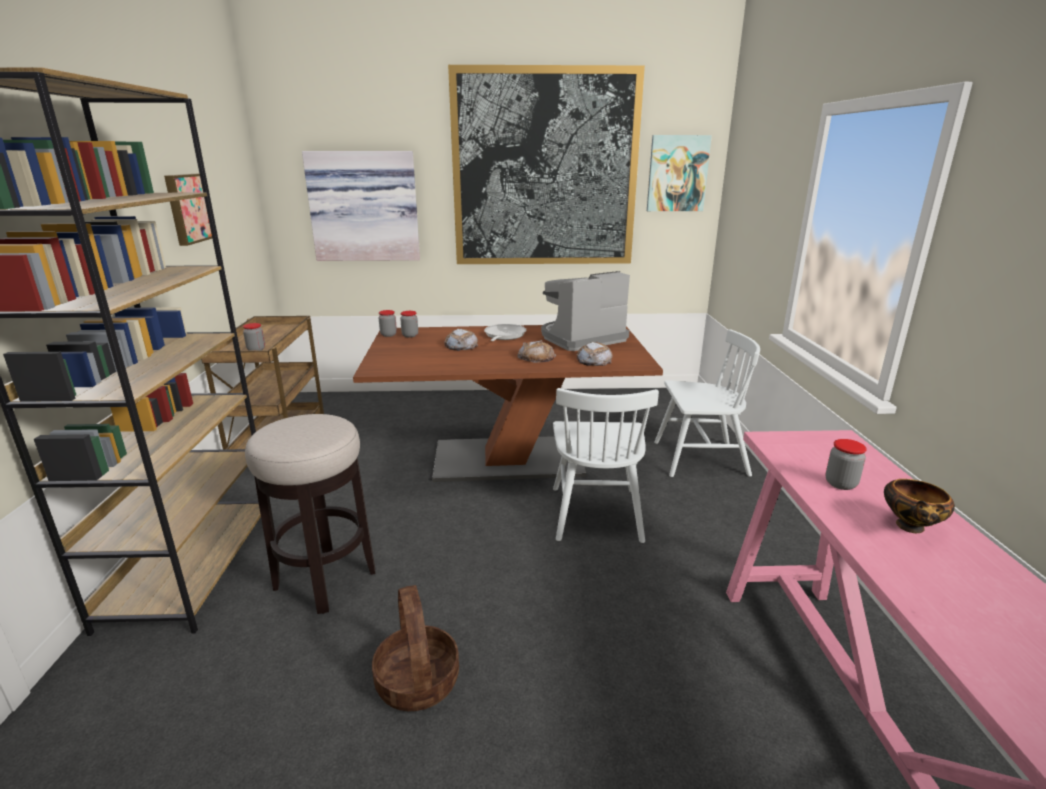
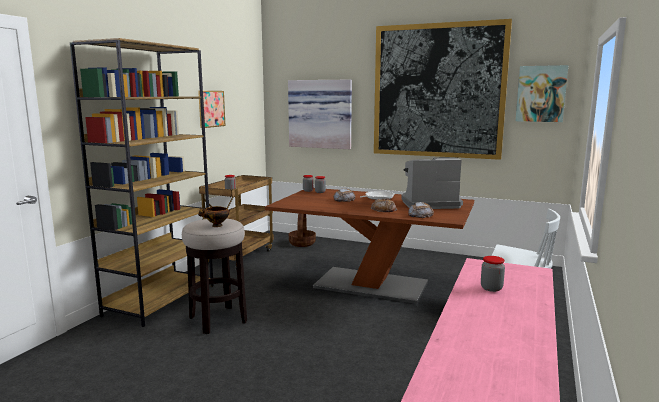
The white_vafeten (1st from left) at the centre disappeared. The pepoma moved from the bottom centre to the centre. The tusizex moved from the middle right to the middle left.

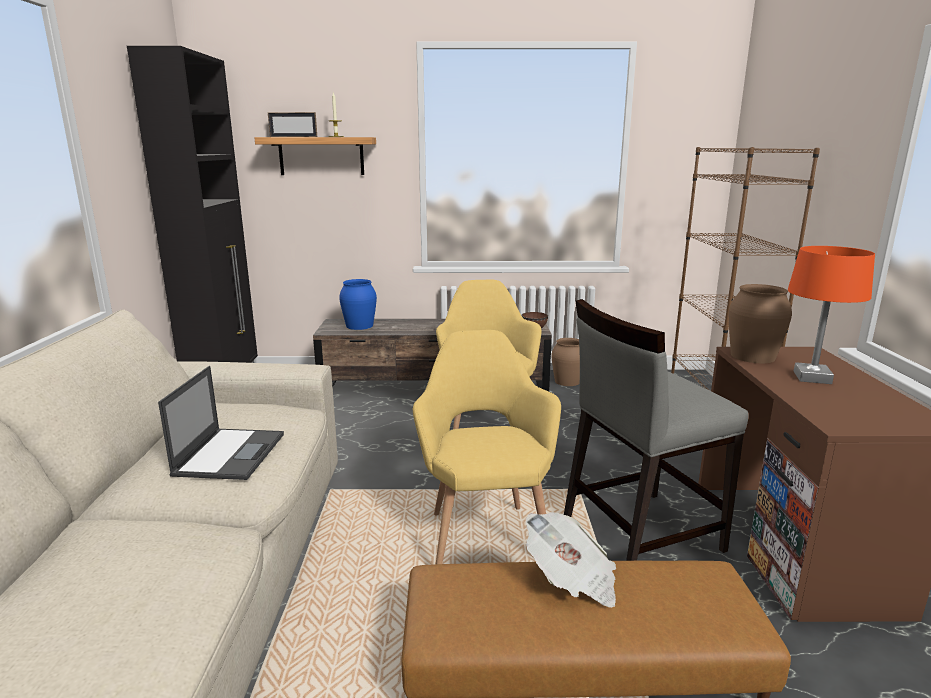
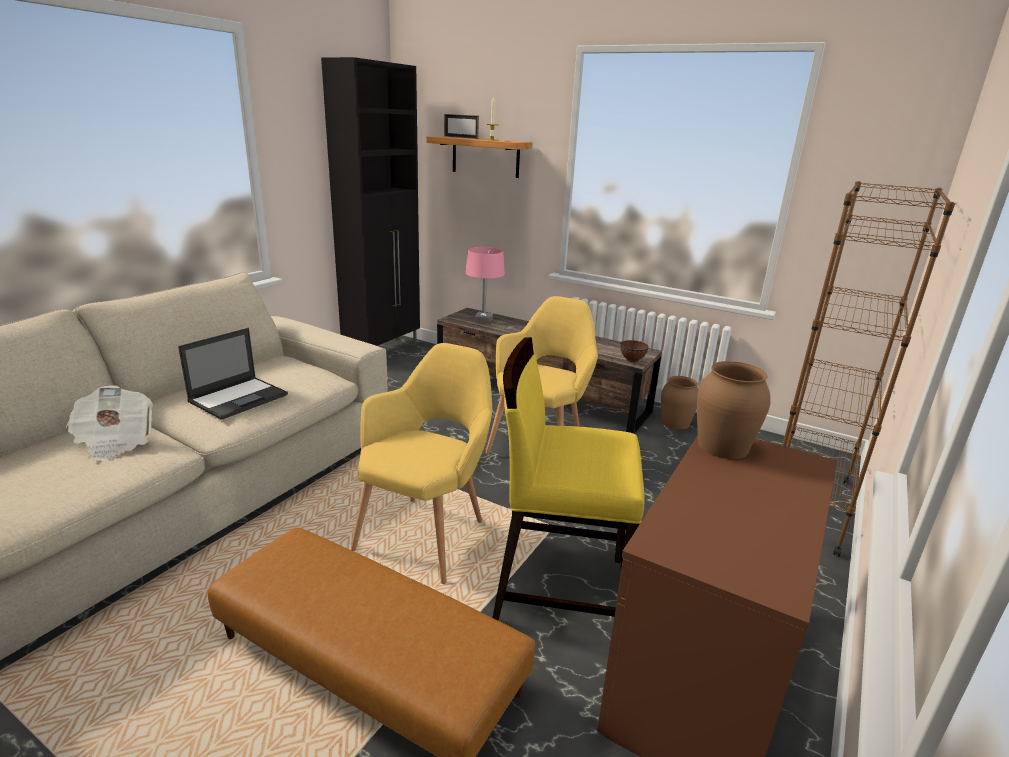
The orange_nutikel at the middle right disappeared. The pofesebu moved from the bottom centre to the middle left. The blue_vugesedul at the centre was replaced by the pink_nutikel at the centre. The grey_vafeten at the middle right became the yellow_vafeten at the centre.

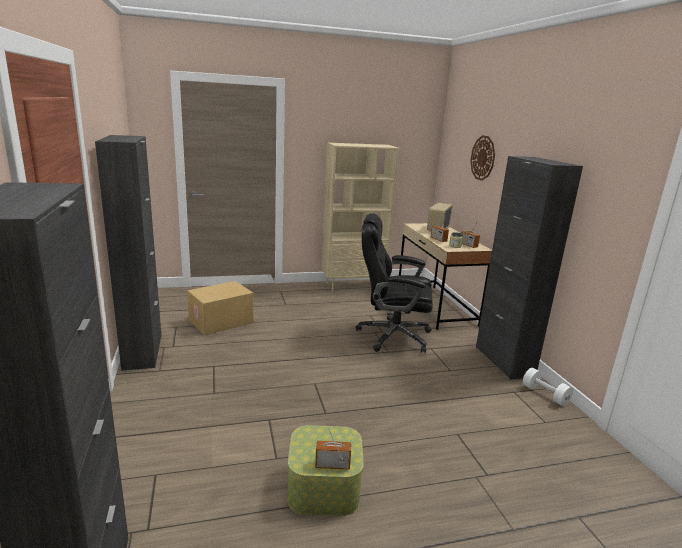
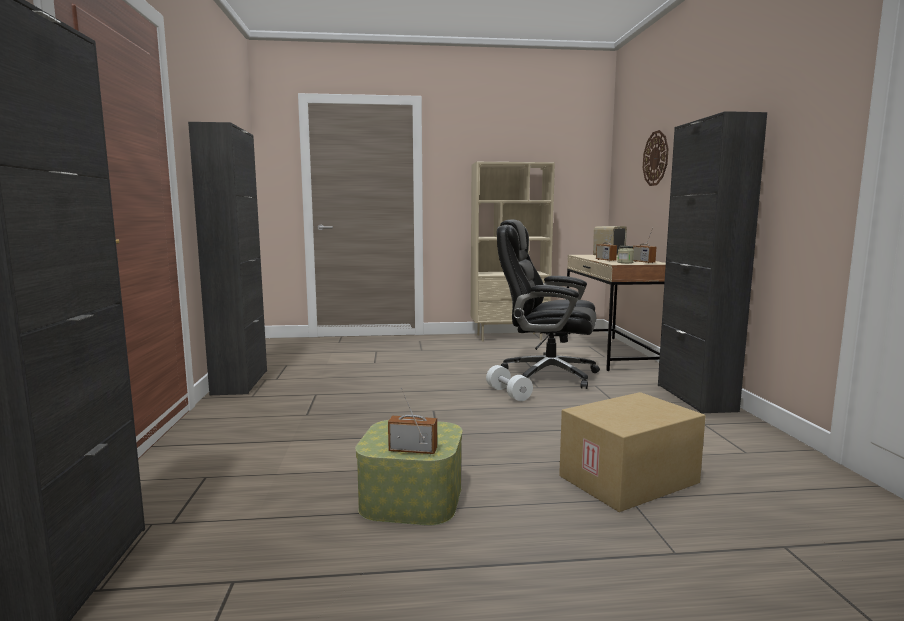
The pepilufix moved from the middle left to the bottom right. The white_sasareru moved from the bottom right to the centre.

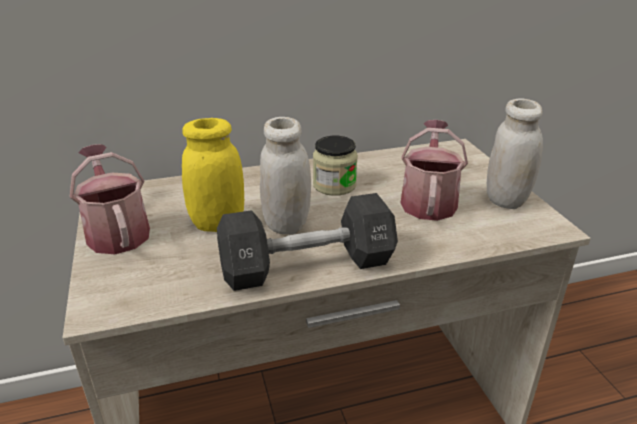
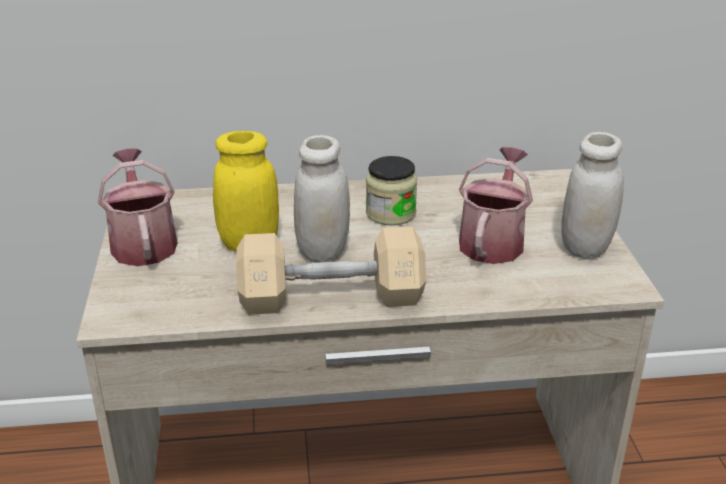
The black_sasareru at the centre became the beige_sasareru at the centre.

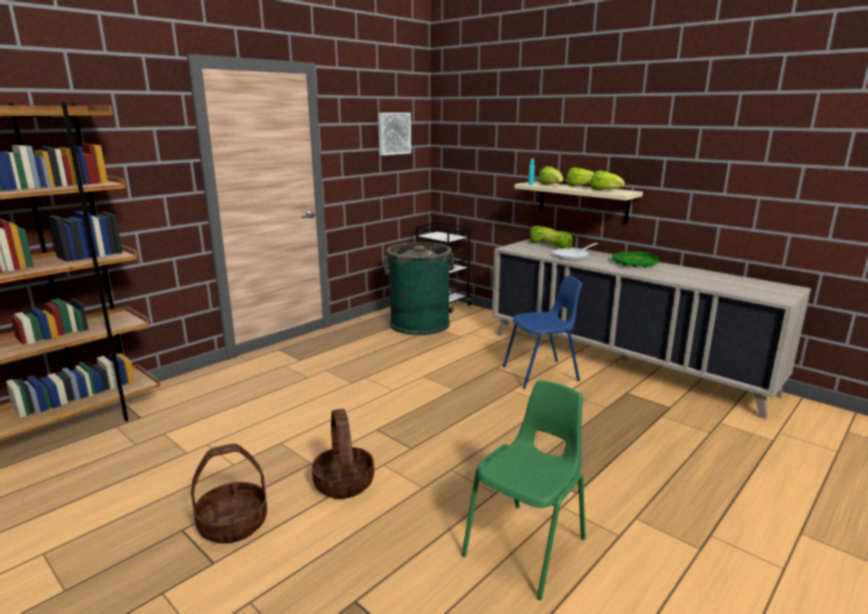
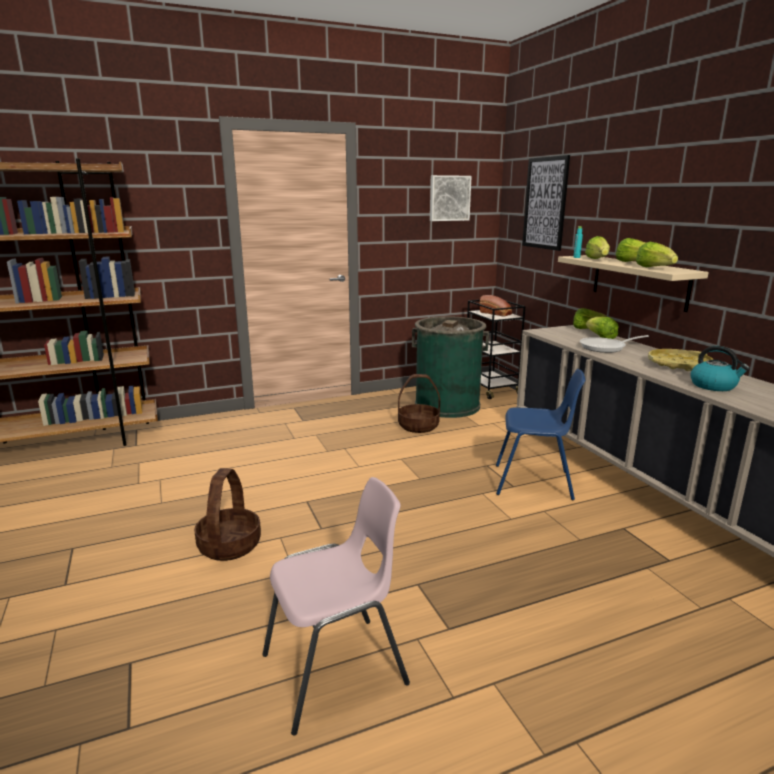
The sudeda at the centre appeared. The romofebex (2nd from left) at the top right appeared. The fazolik at the middle right appeared. The pepoma (1st from left in the first image) moved from the bottom left to the centre. The green_vafeten at the bottom centre became the pink_vafeten at the bottom centre. The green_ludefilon at the middle right became the yellow_ludefilon at the middle right.

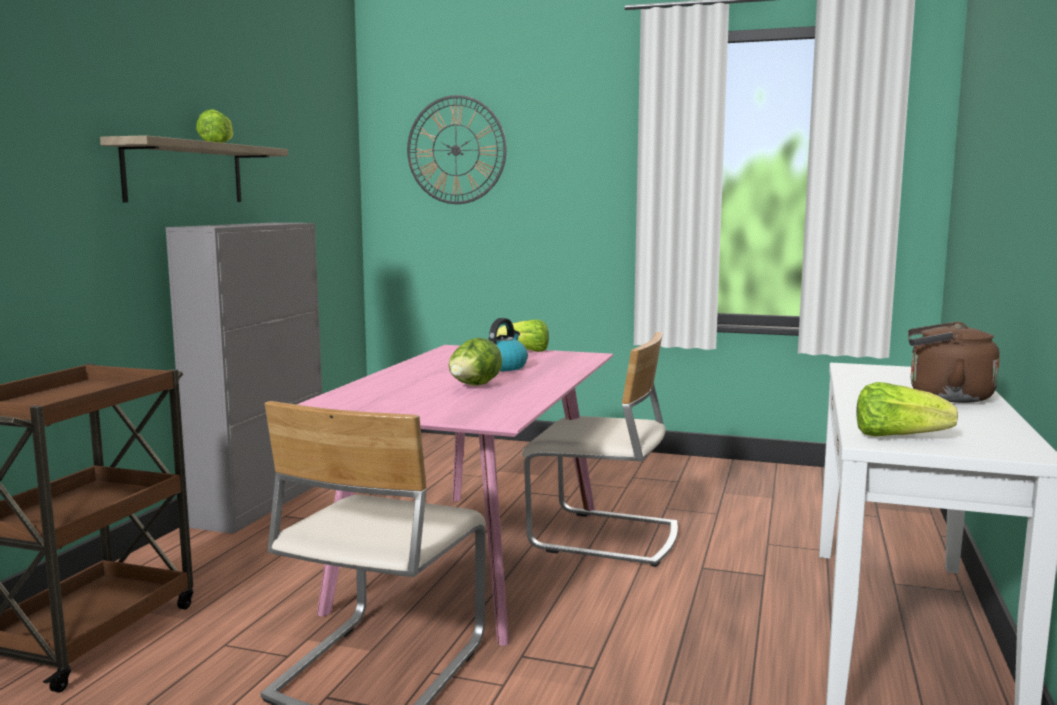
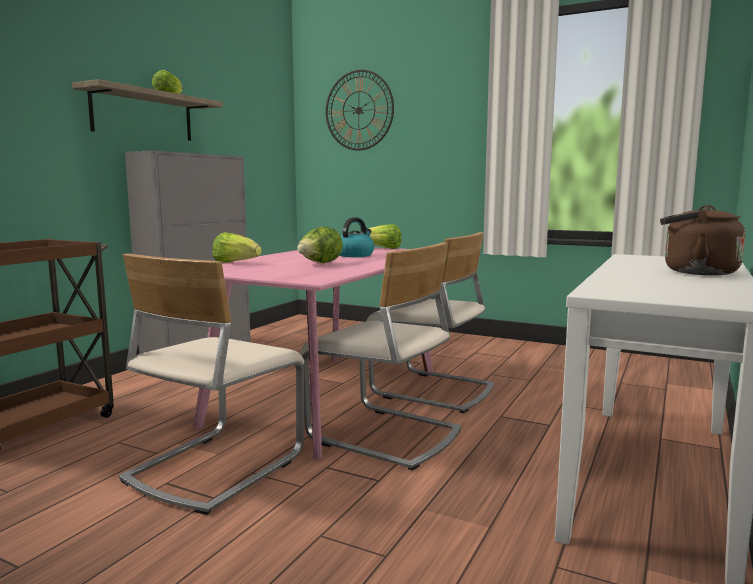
The beige_vafeten (2nd from left) at the centre appeared. The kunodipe (4th from left in the first image) moved from the middle right to the middle left.

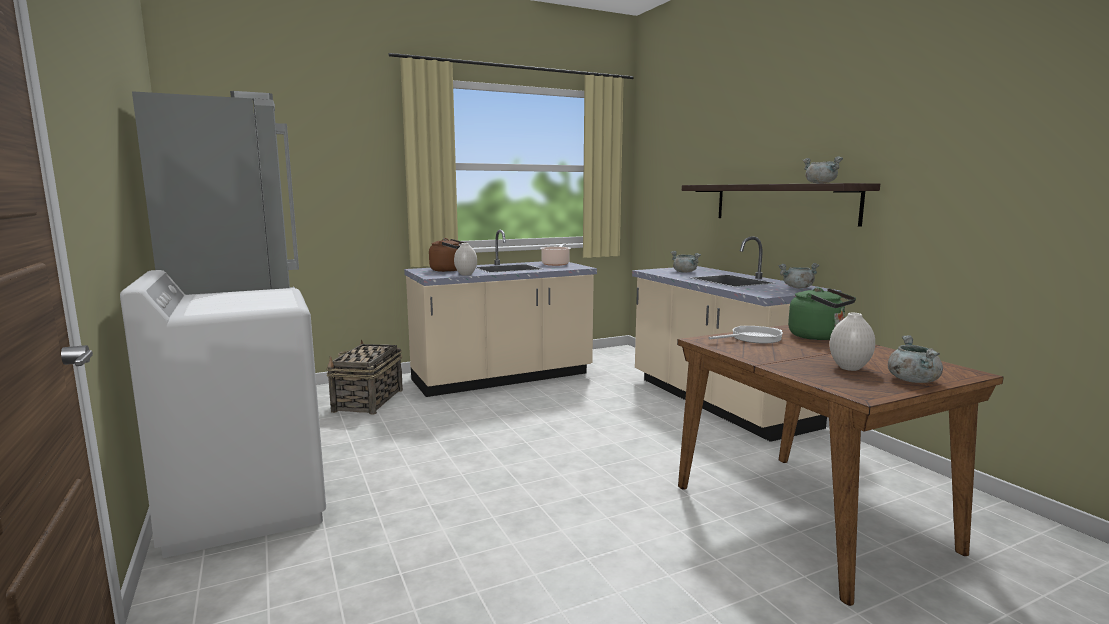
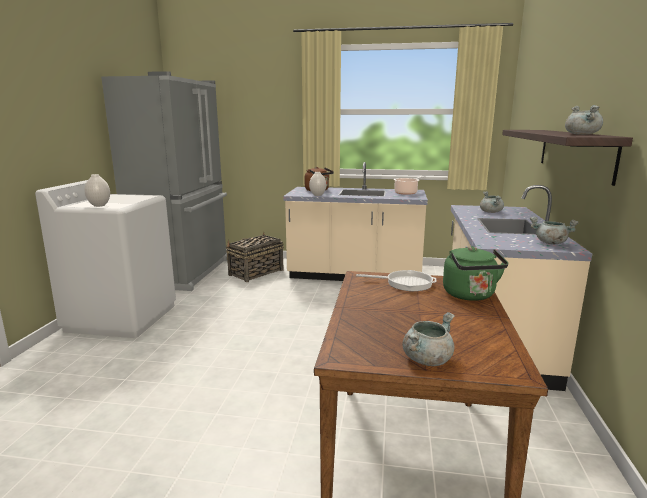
The white_vugesedul (2nd from left in the first image) moved from the middle right to the middle left.

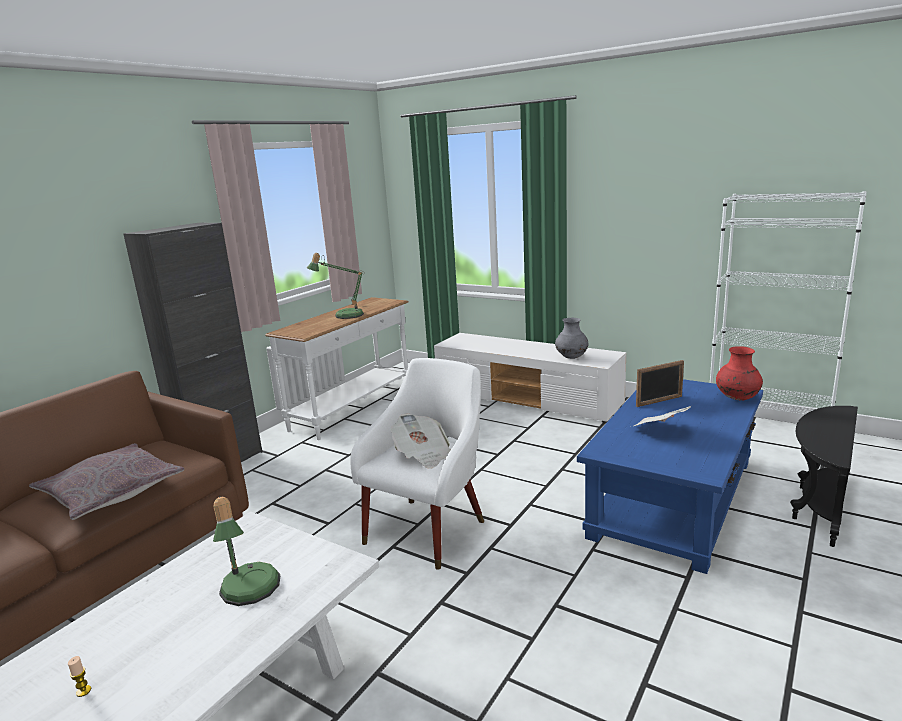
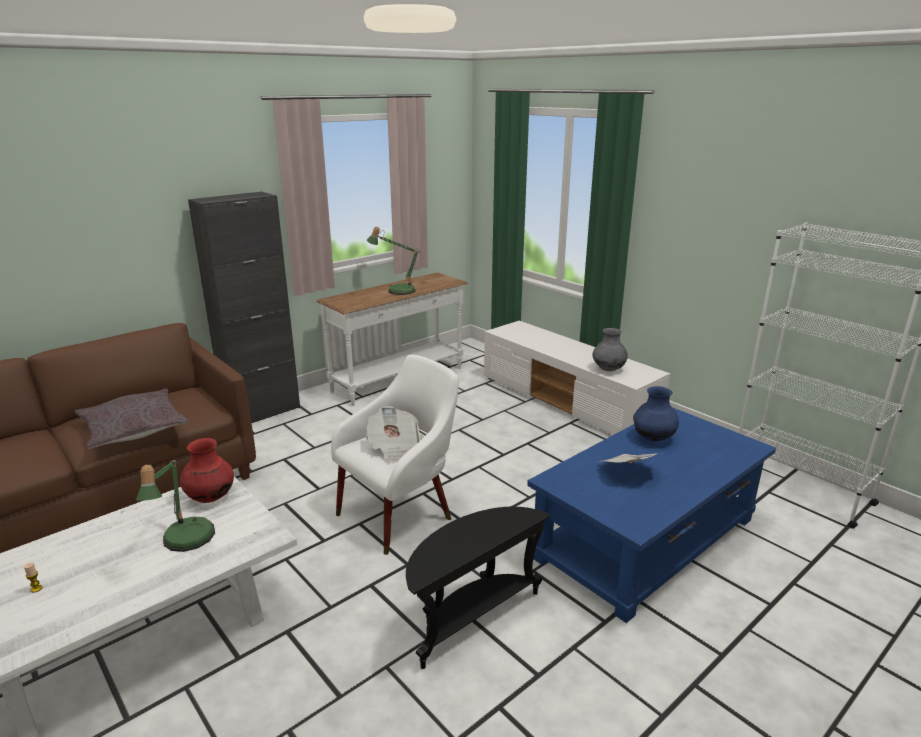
The red_vugesedul moved from the middle right to the middle left. The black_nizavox moved from the middle right to the bottom centre. The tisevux at the middle right was replaced by the blue_vugesedul at the middle right.

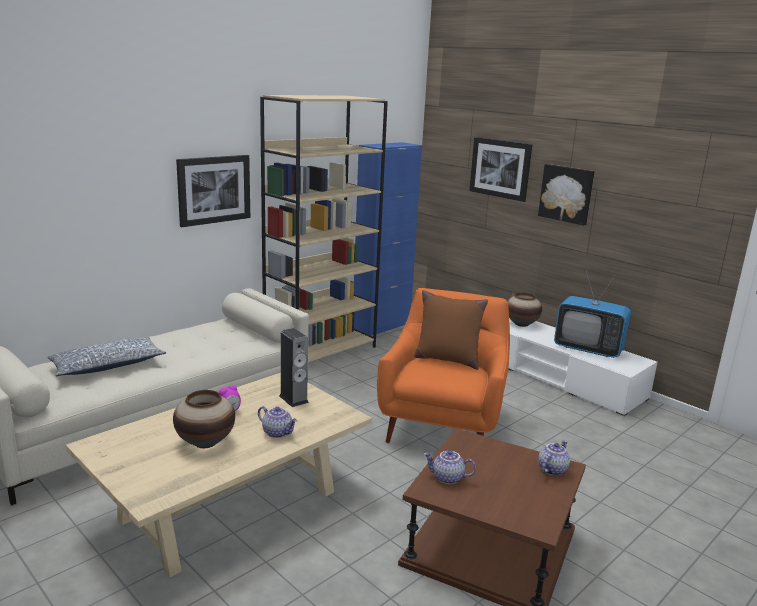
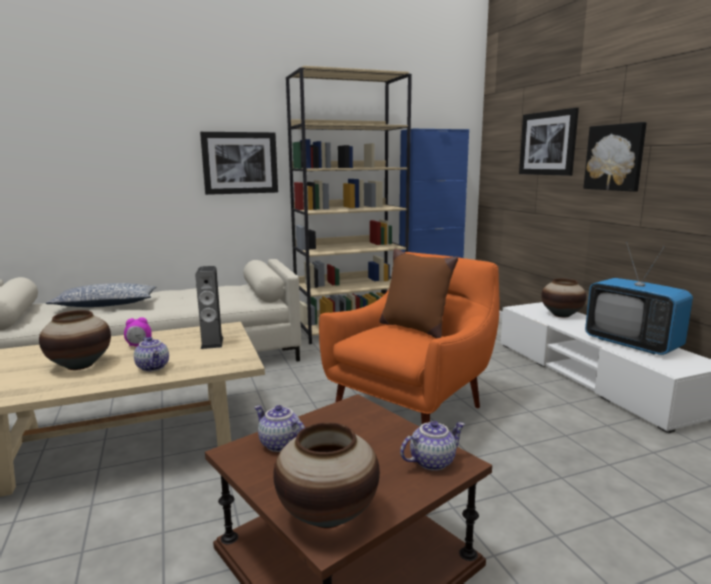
The vugesedul (2nd from left) at the bottom centre appeared.

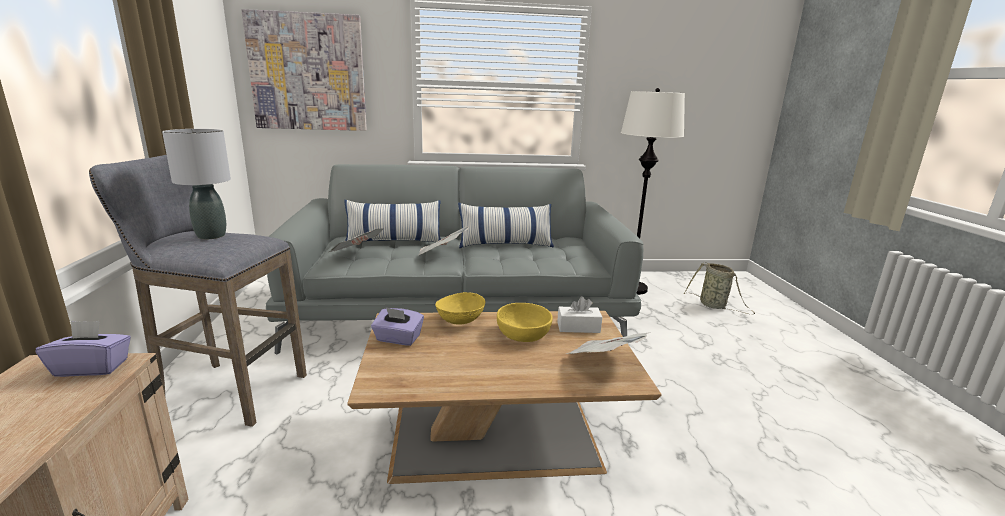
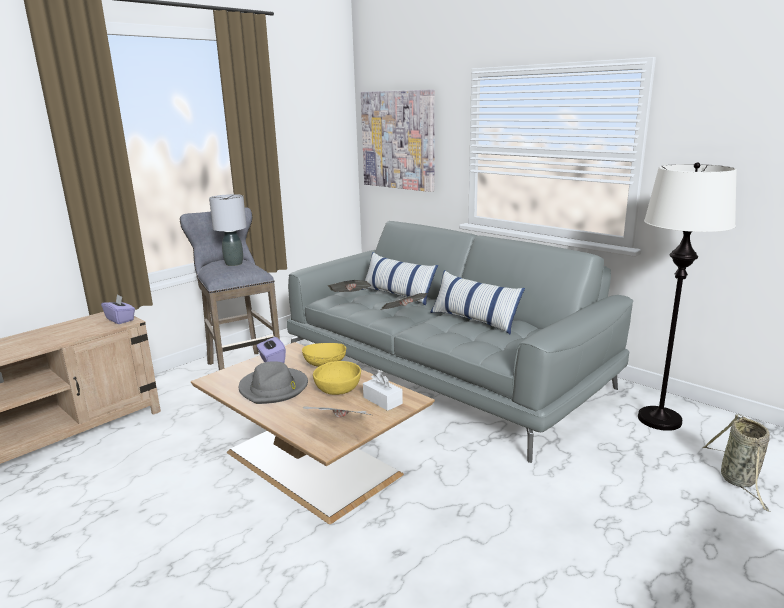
The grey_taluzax at the centre appeared.

